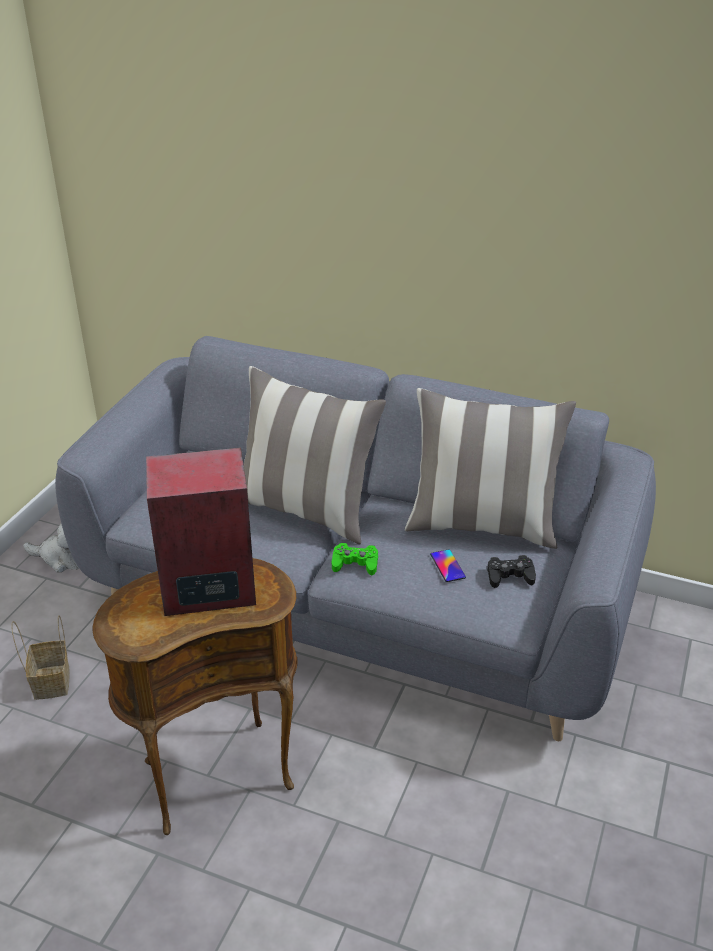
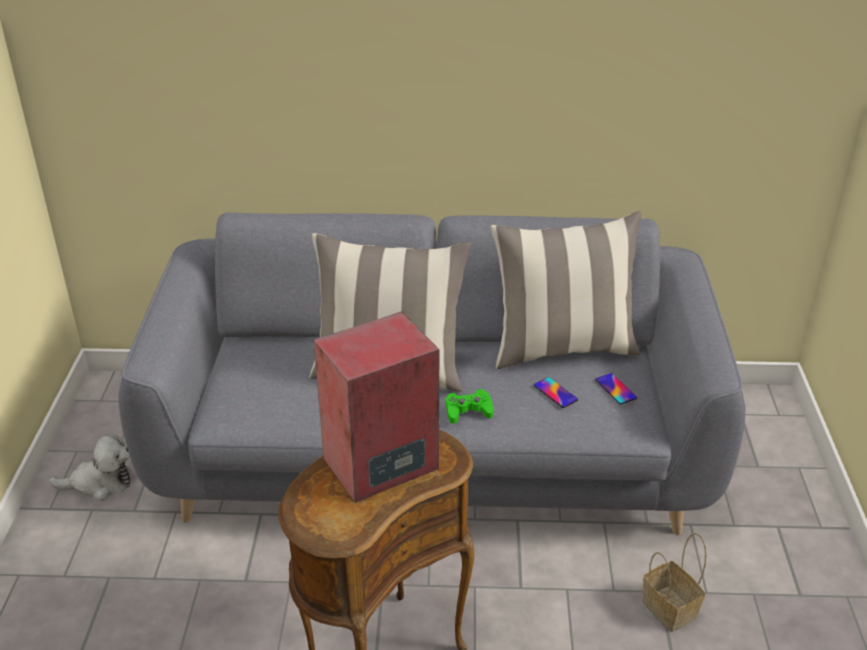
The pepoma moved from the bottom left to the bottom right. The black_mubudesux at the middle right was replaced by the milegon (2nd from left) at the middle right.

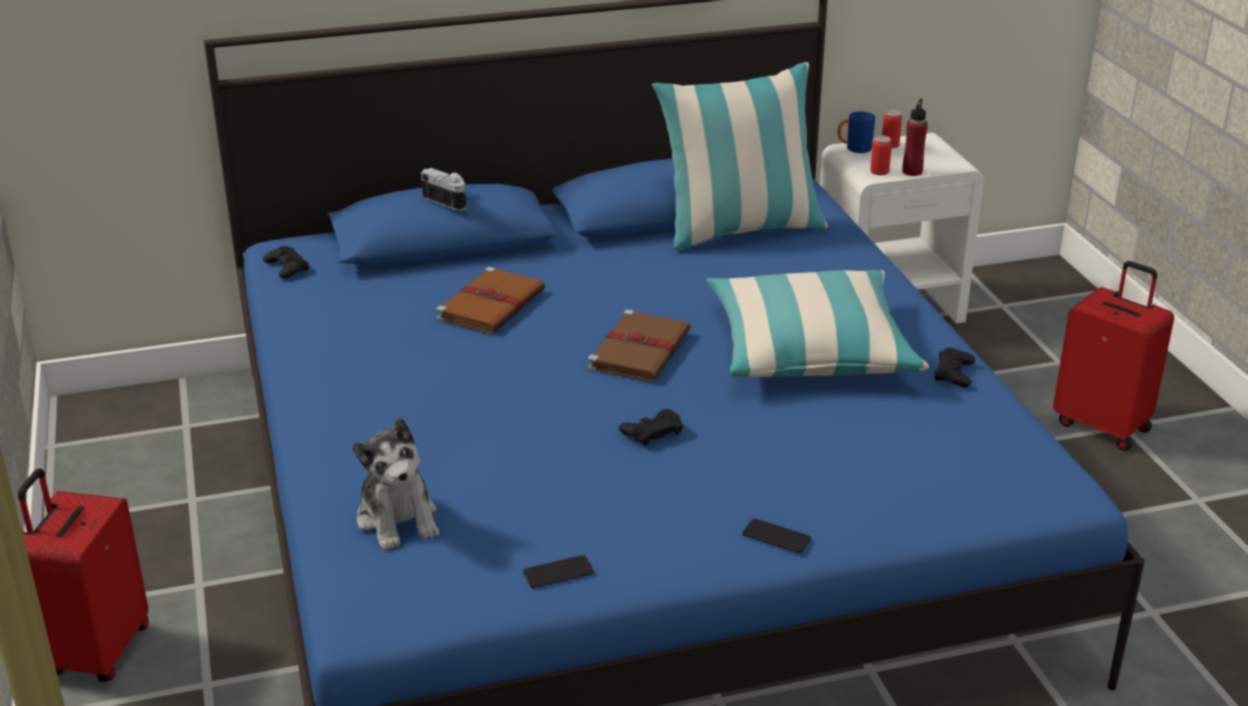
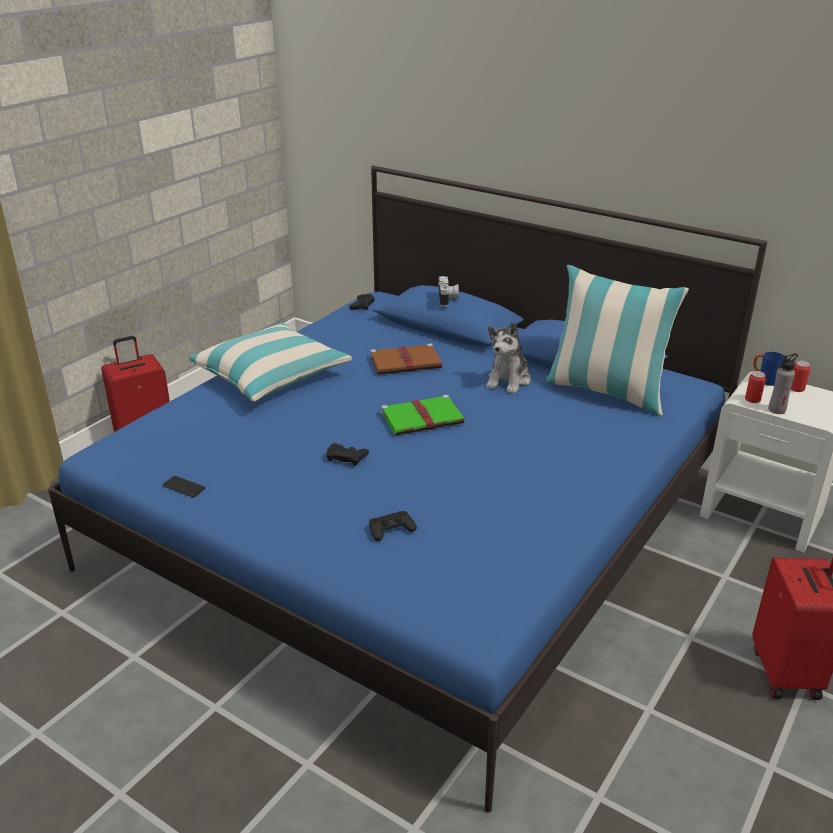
The milegon (2nd from left) at the bottom centre disappeared. The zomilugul moved from the bottom left to the centre. The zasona (2nd from left in the first image) moved from the centre to the middle left. The black_mubudesux (3rd from left) moved from the middle right to the centre. The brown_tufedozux (2nd from left) at the centre became the green_tufedozux at the centre. The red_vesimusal at the top right became the grey_vesimusal at the middle right.

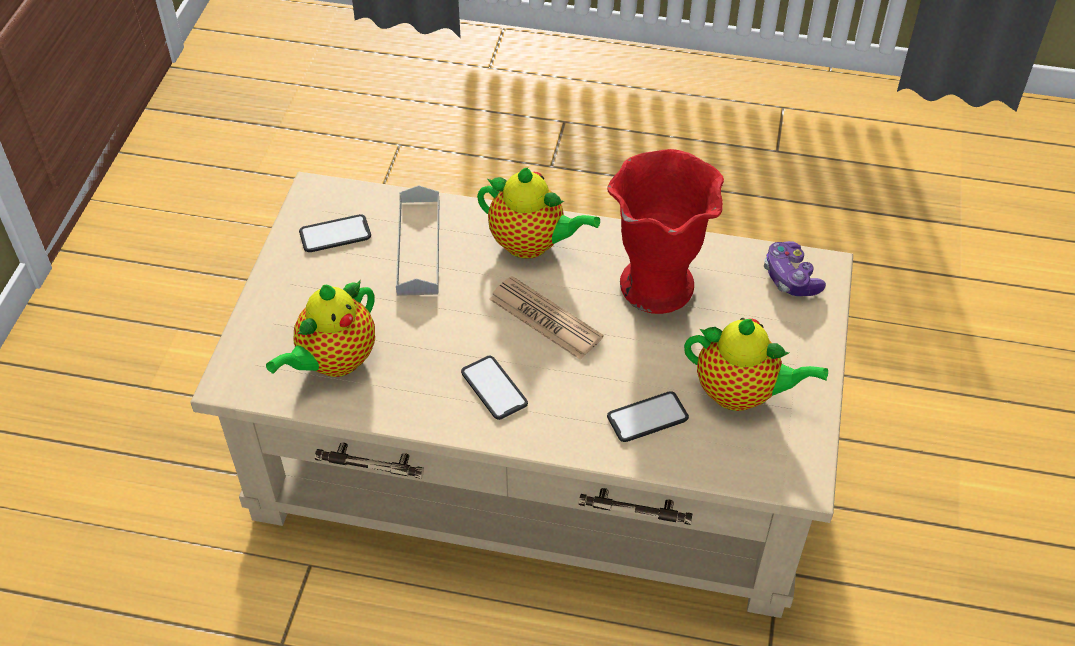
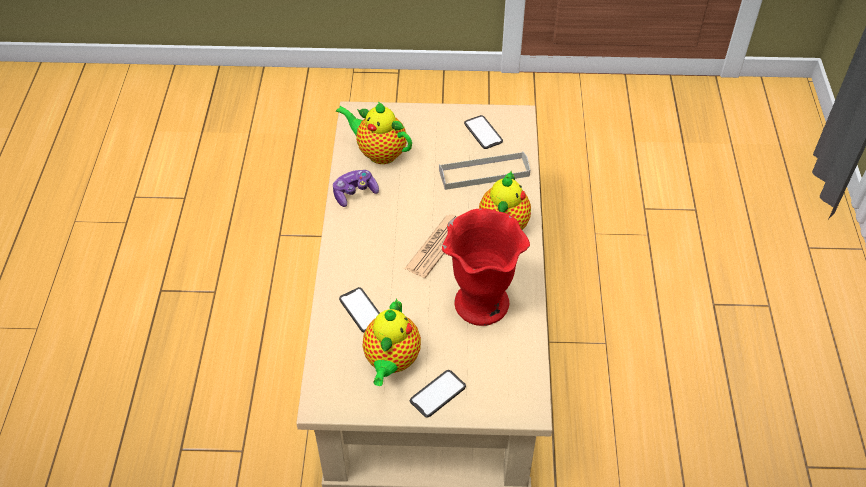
The milegon (2nd from left) moved from the centre to the bottom centre. The mubudesux moved from the middle right to the centre.

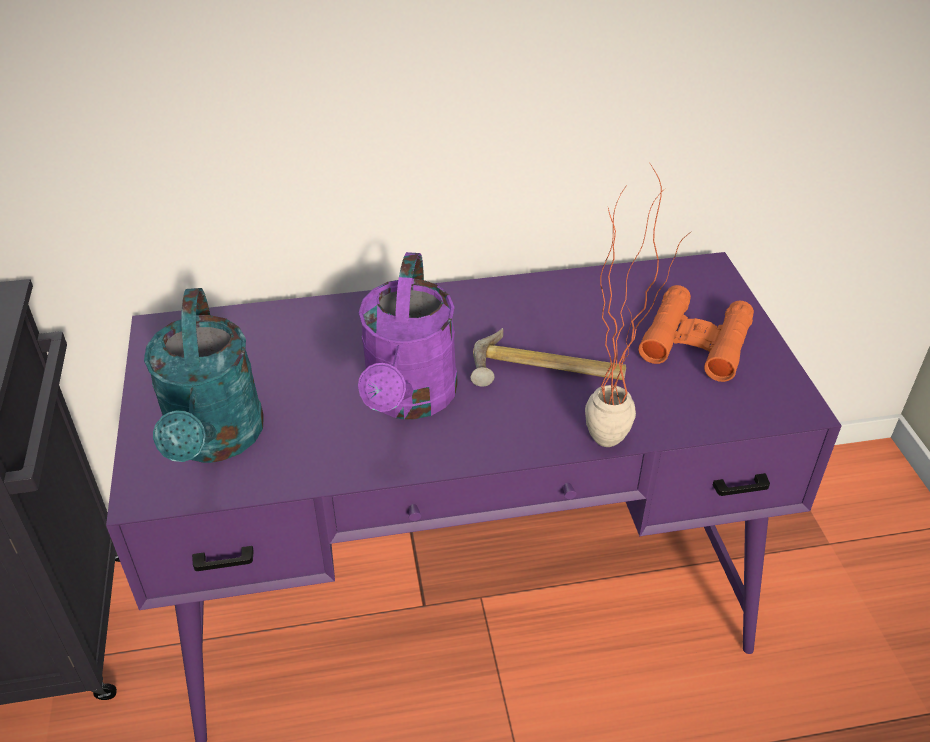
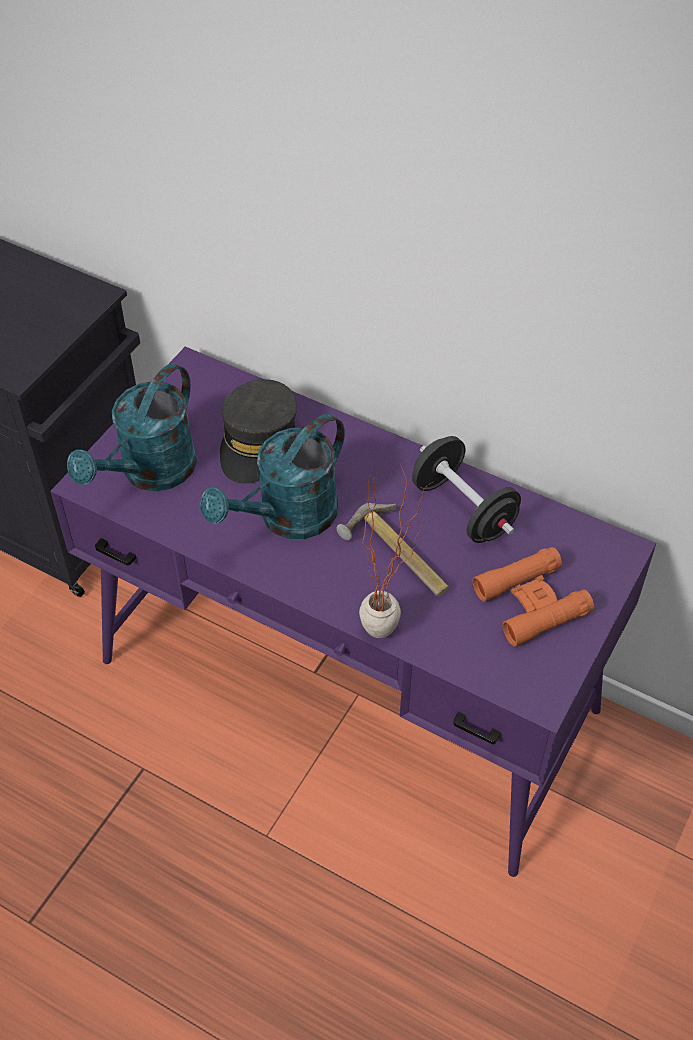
The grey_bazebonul at the centre appeared. The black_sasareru at the middle right appeared. The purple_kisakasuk at the centre became the turquoise_kisakasuk (2nd from left) at the centre.

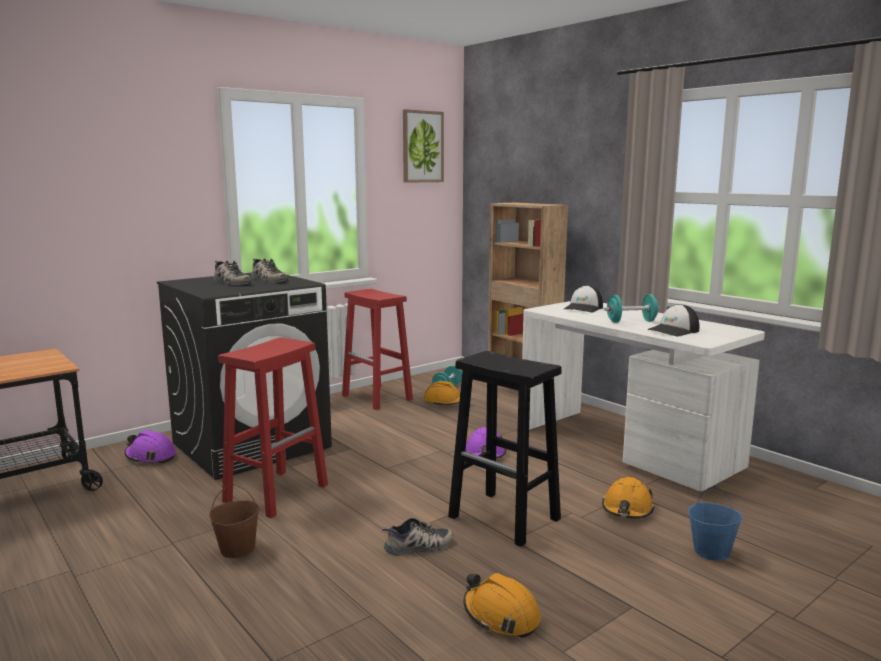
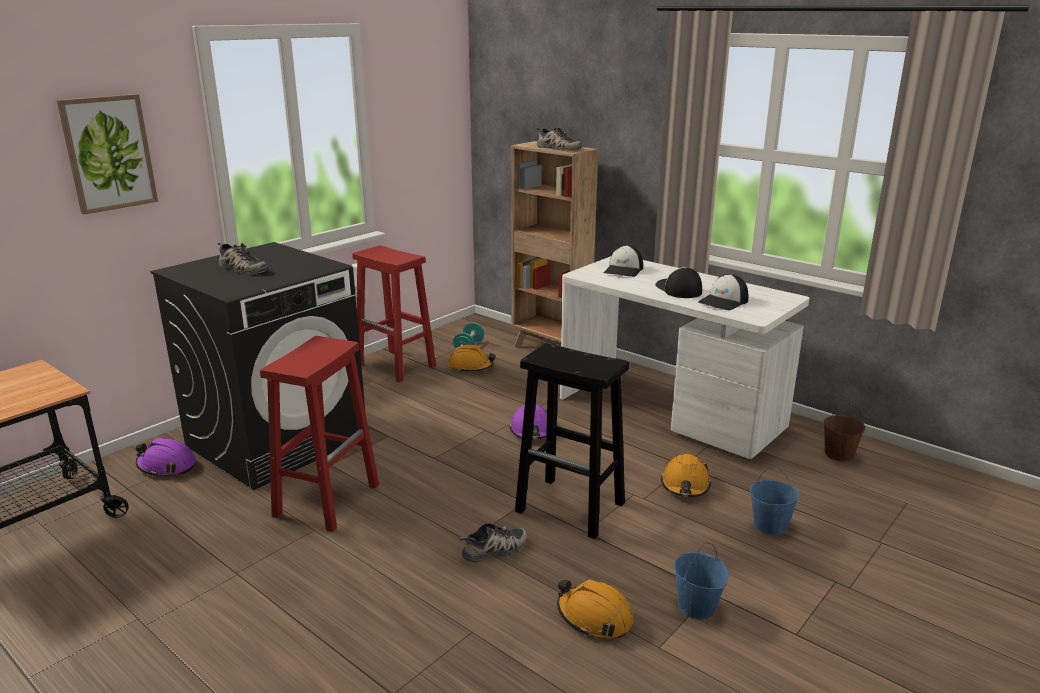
The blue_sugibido (1st from left) at the bottom right appeared. The brown_sugibido moved from the bottom left to the middle right. The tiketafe (2nd from left in the first image) moved from the middle left to the top centre. The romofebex moved from the top centre to the top left. The turquoise_sasareru (2nd from left) at the middle right was replaced by the bazebonul (2nd from left) at the centre.

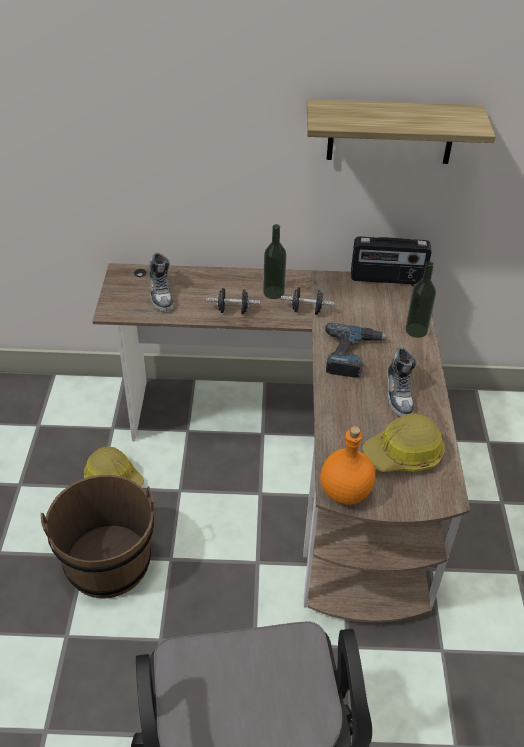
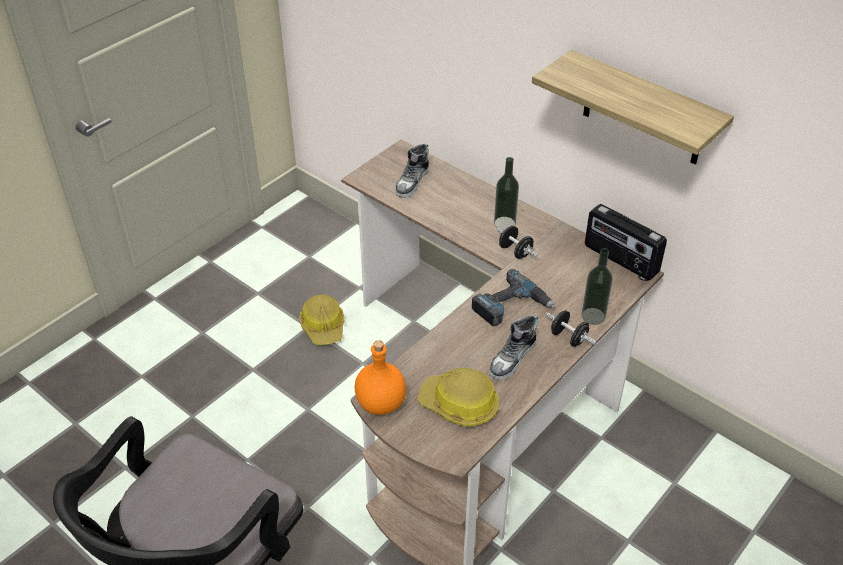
The brown_sugibido at the bottom left disappeared. The black_sasareru (1st from left in the first image) moved from the centre to the middle right.

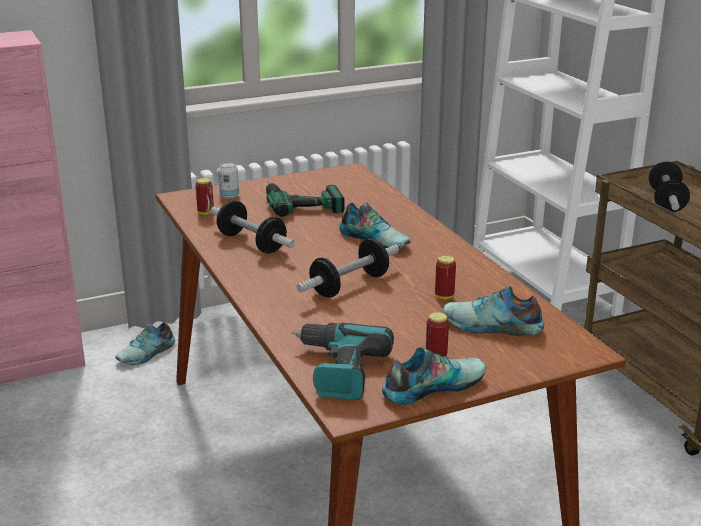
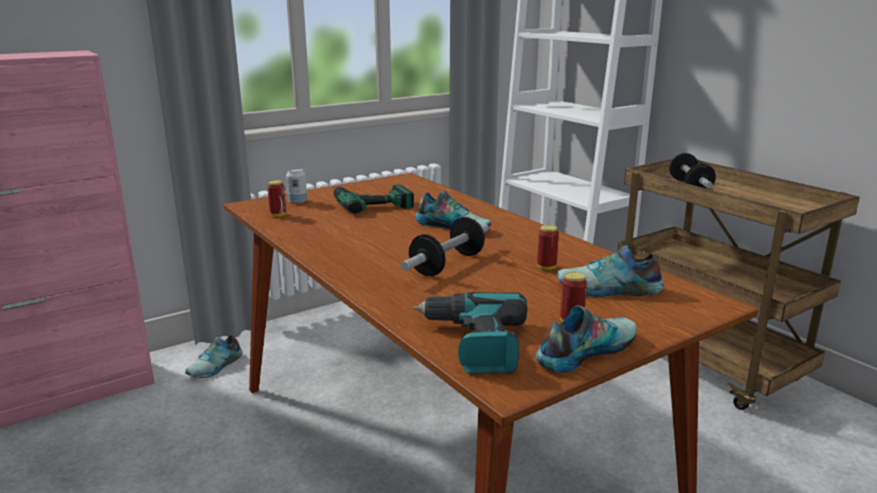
The sasareru (1st from left) at the centre disappeared.

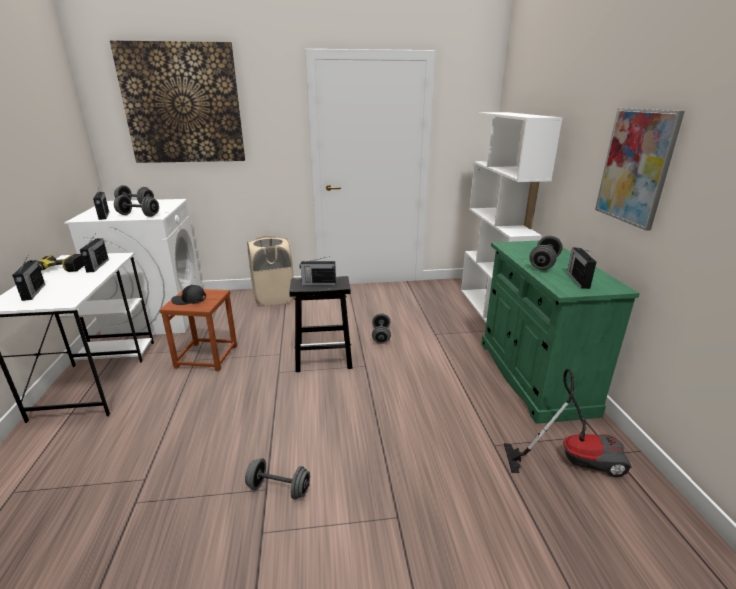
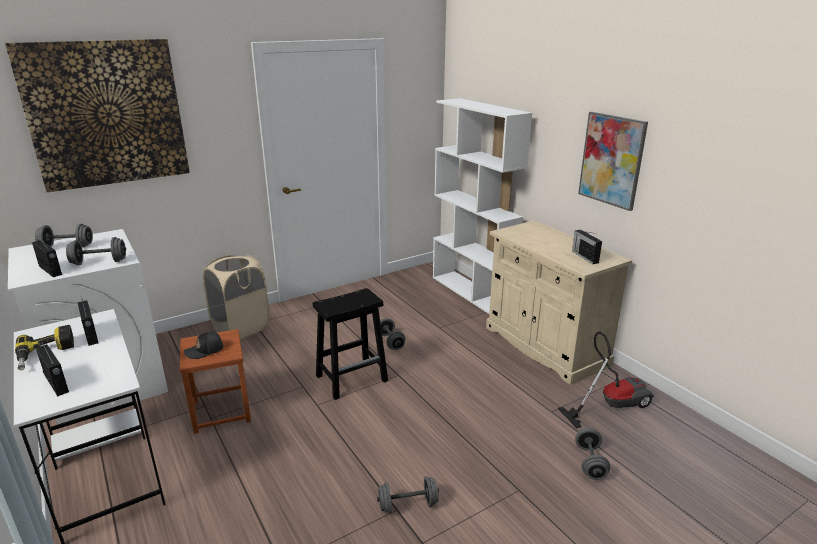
The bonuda (4th from left) at the centre disappeared. The grey_sasareru (5th from left) moved from the middle right to the bottom right. The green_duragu at the middle right became the beige_duragu at the middle right.

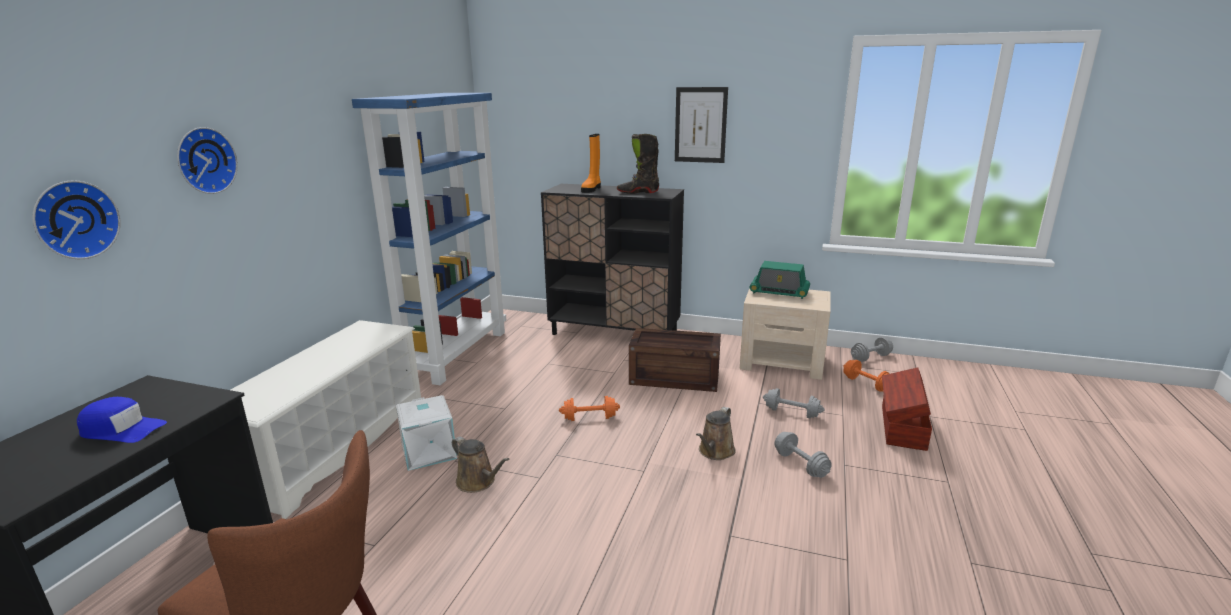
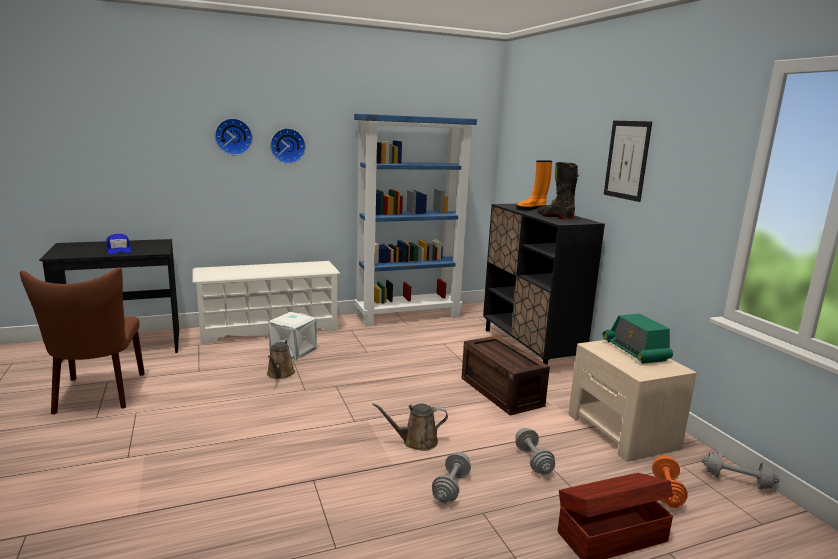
The orange_sasareru (1st from left) at the centre disappeared. The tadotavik (1st from left in the first image) moved from the middle left to the top centre.

